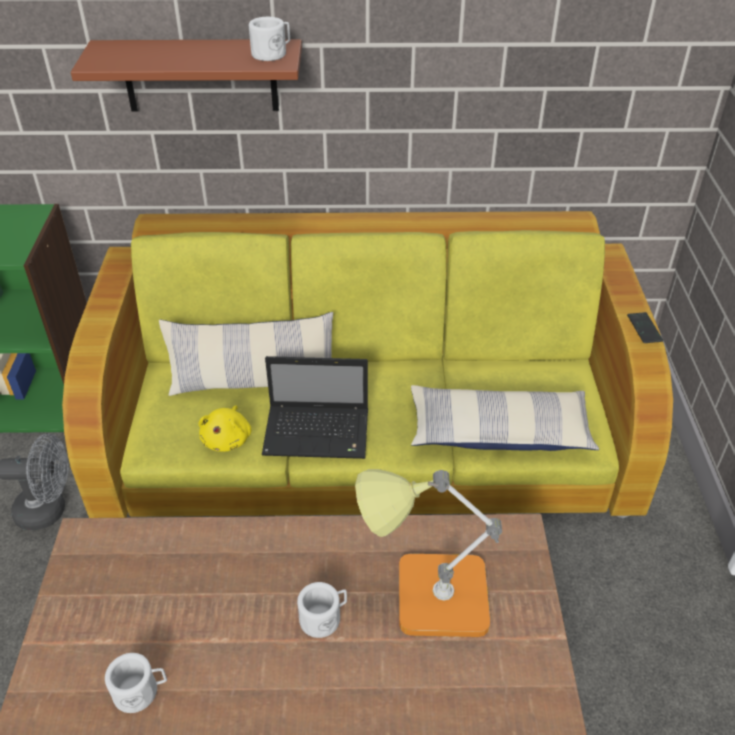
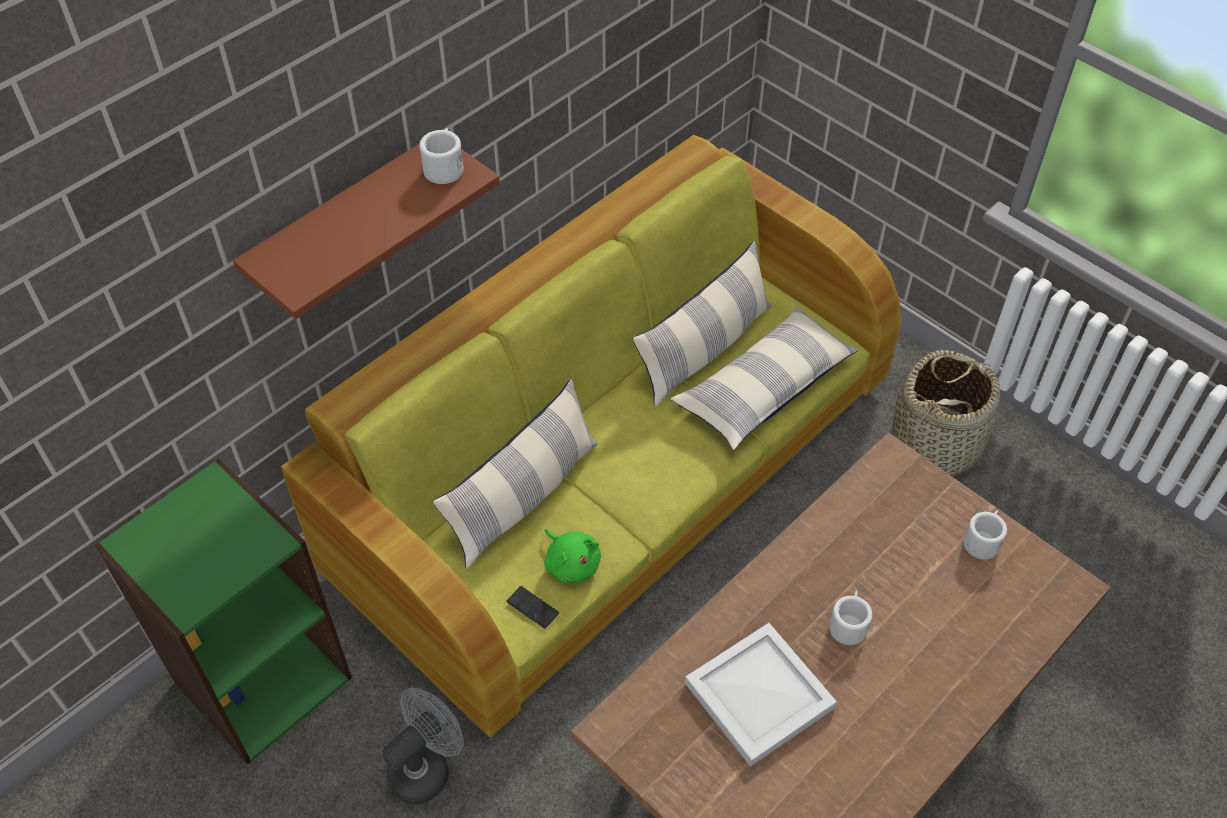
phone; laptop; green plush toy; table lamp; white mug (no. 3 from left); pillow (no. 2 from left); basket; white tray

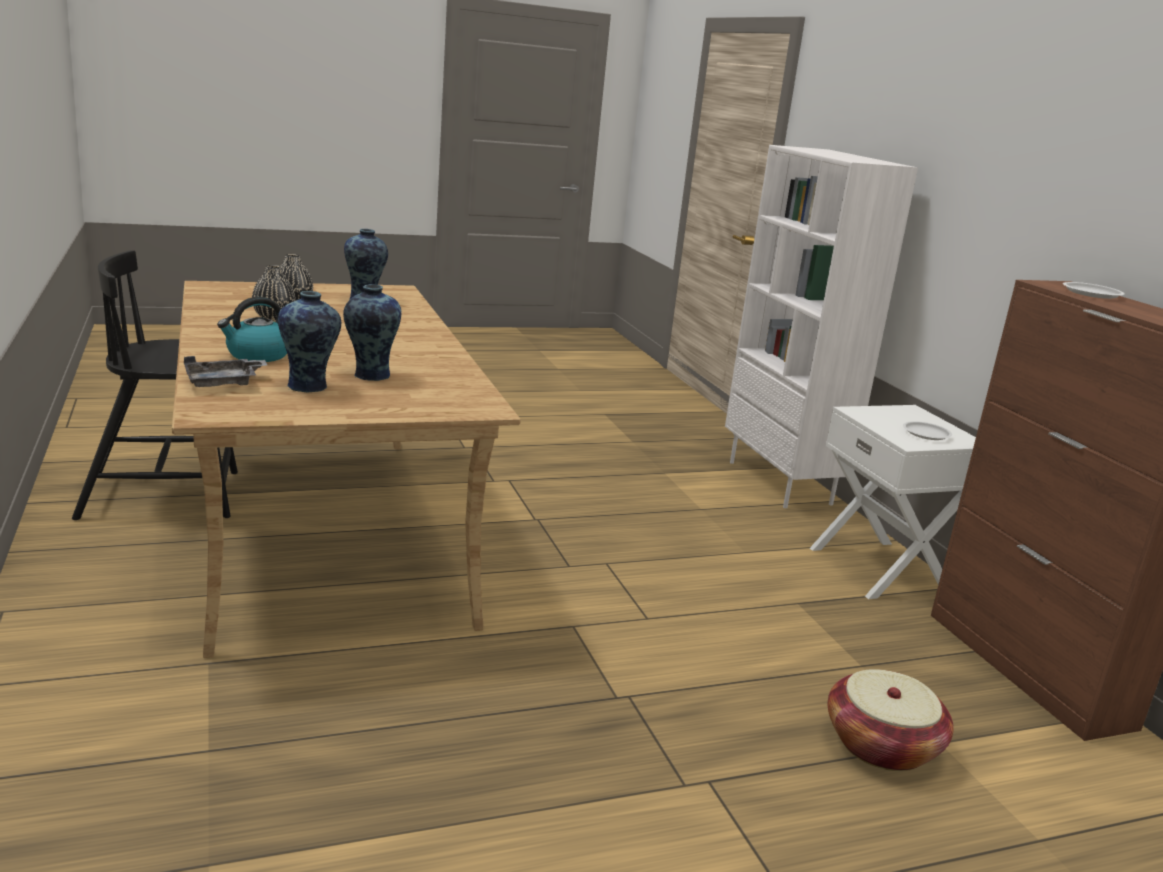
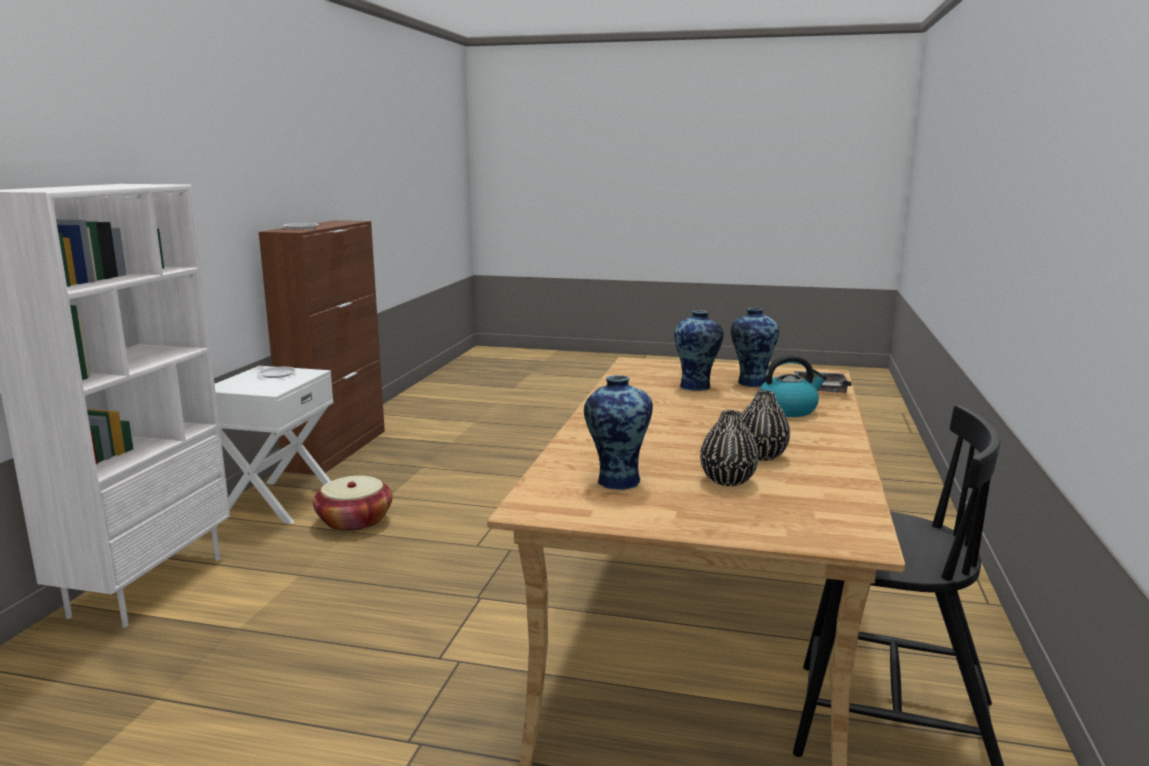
basket

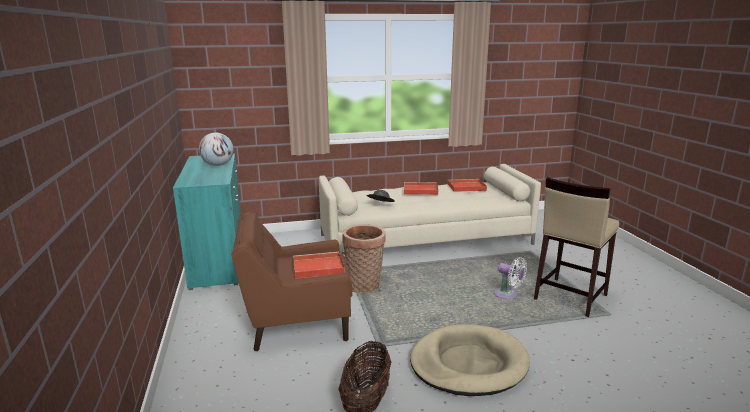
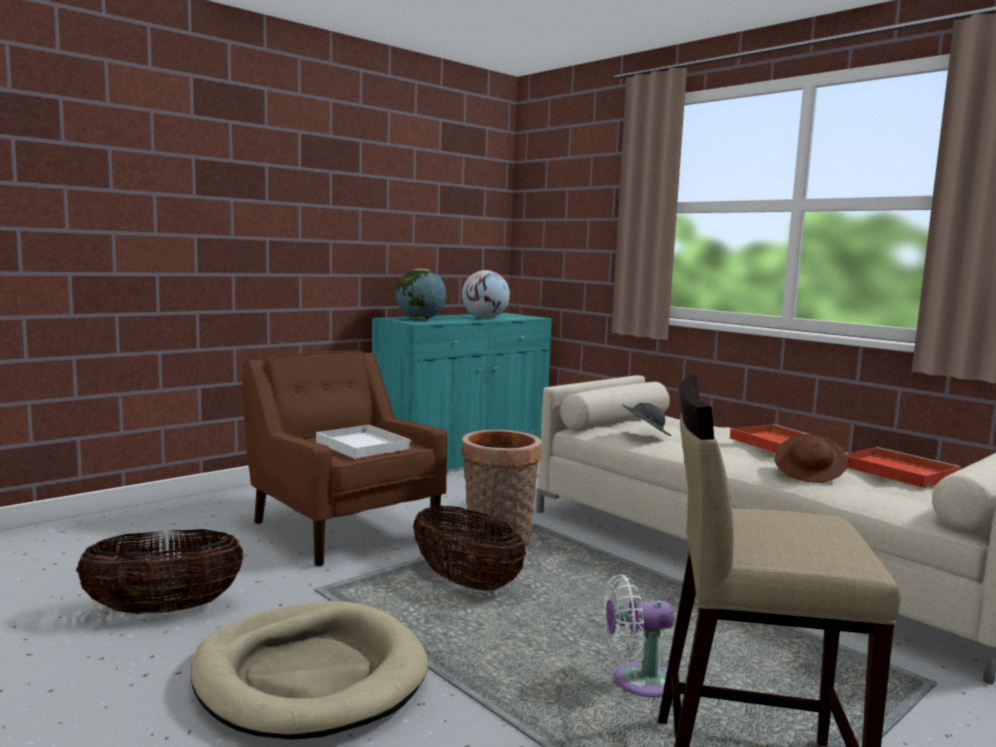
white tray; white fan; globe (no. 1 from left); brown hat; basket (no. 2 from left)

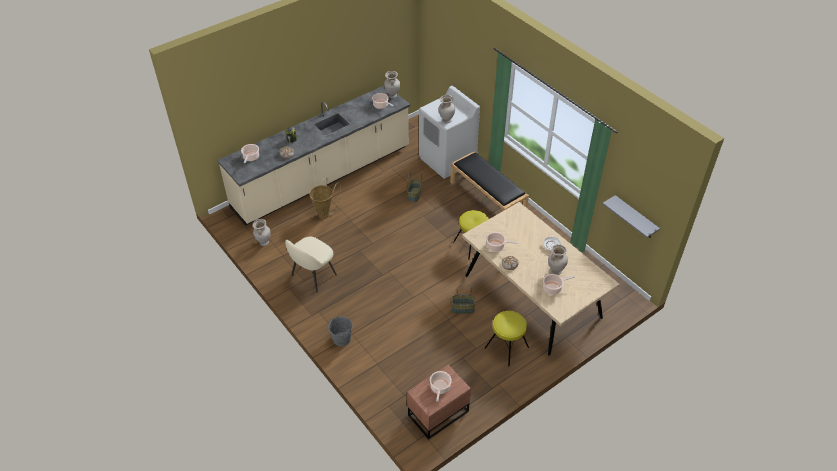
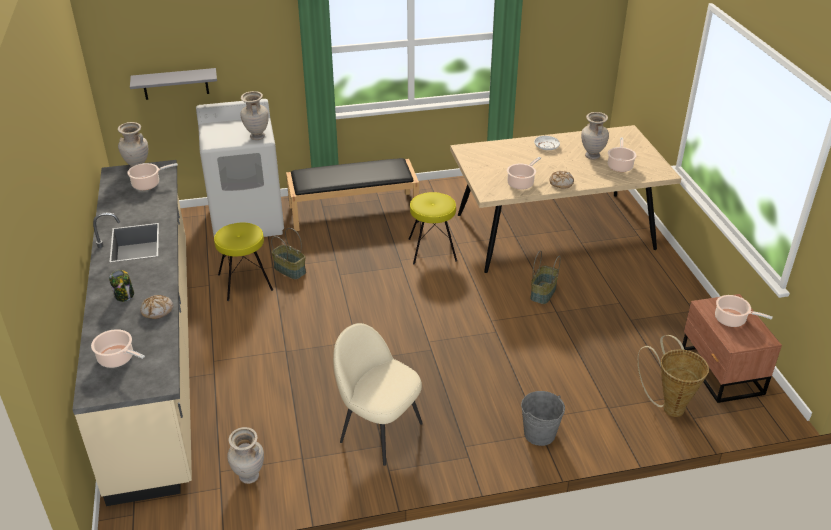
basket (no. 3 from left); grey shelf; beige chair; yellow stool (no. 1 from left)

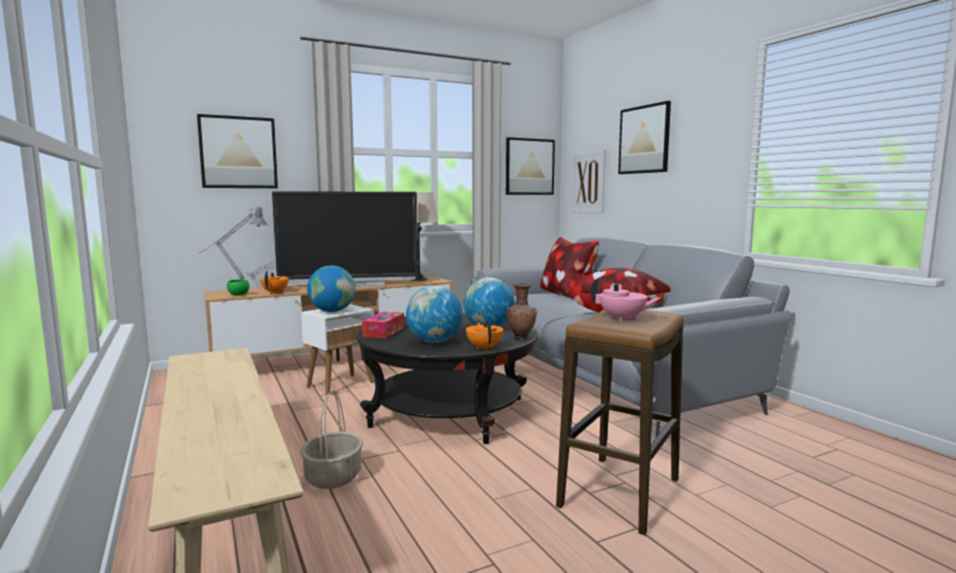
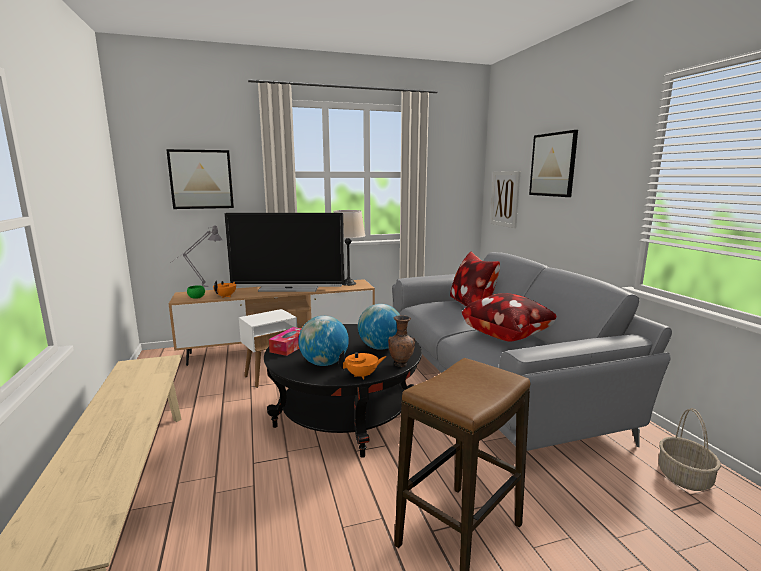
picture (no. 2 from left in the first image); globe (no. 1 from left in the first image); pink teapot; orange teapot (no. 2 from left); basket

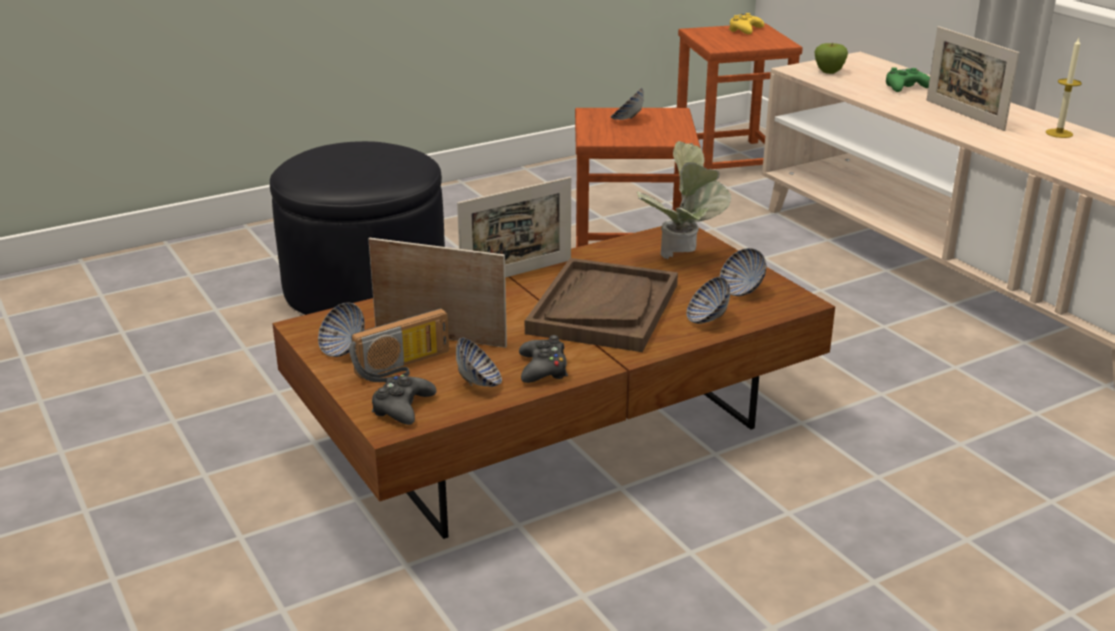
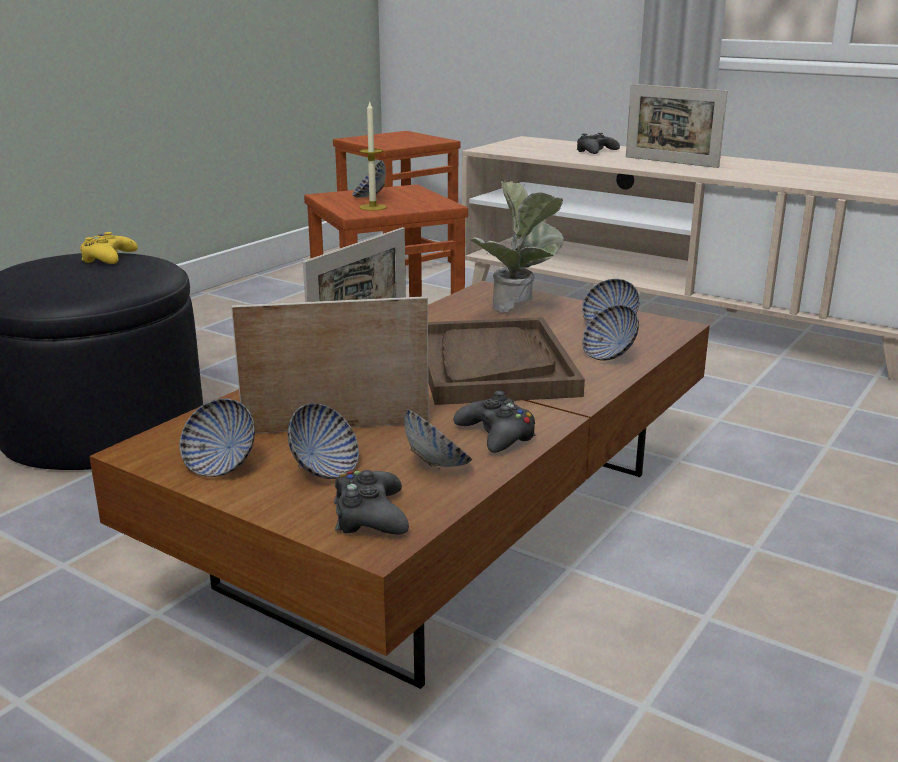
yellow game controller; candle; apple; black game controller (no. 3 from left); bowl (no. 2 from left)

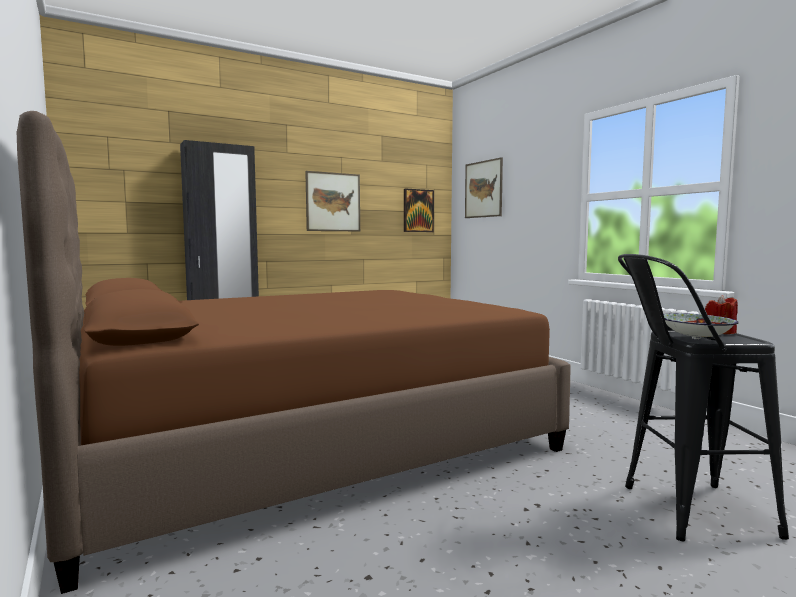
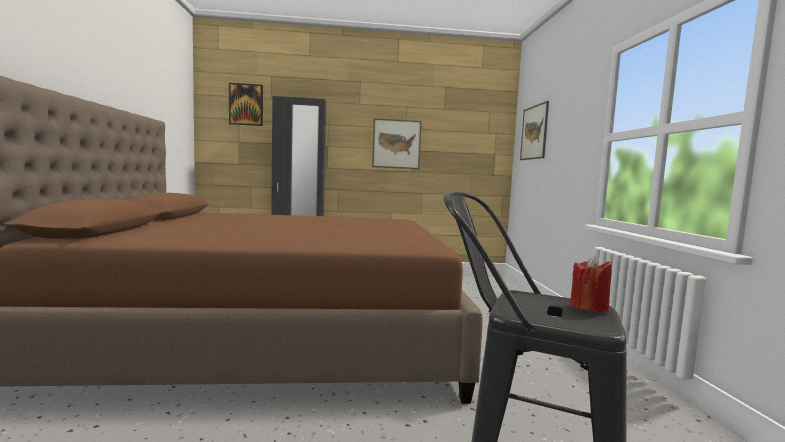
picture (no. 1 from left); bowl

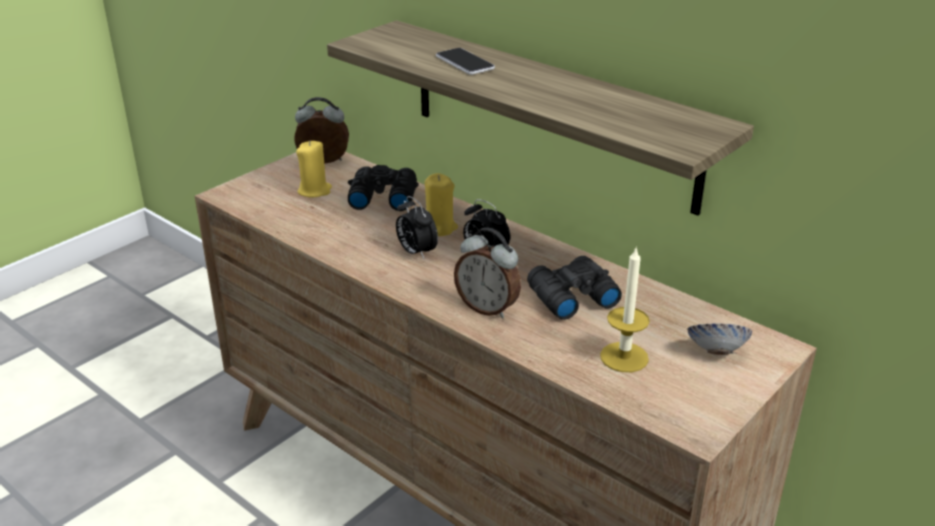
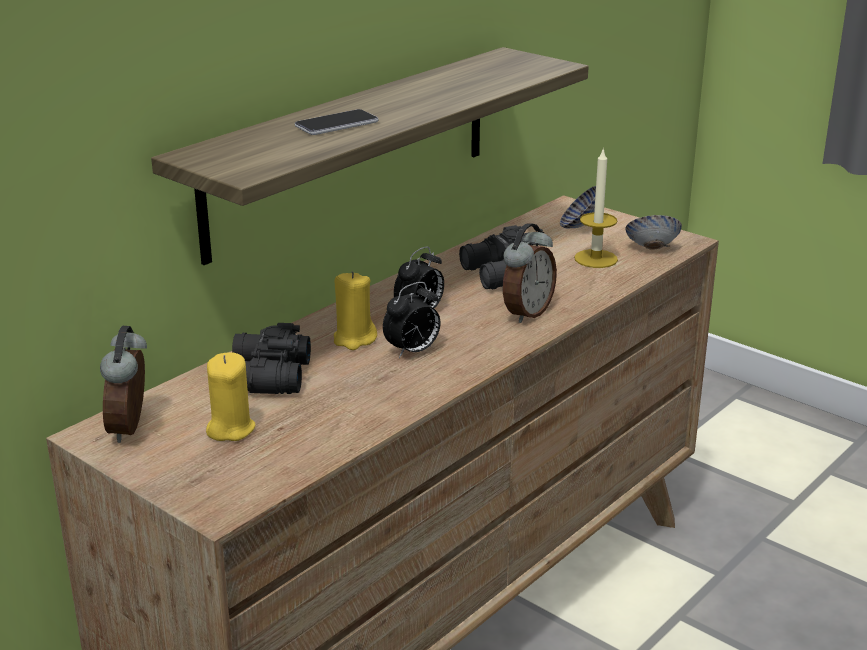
bowl (no. 2 from left)

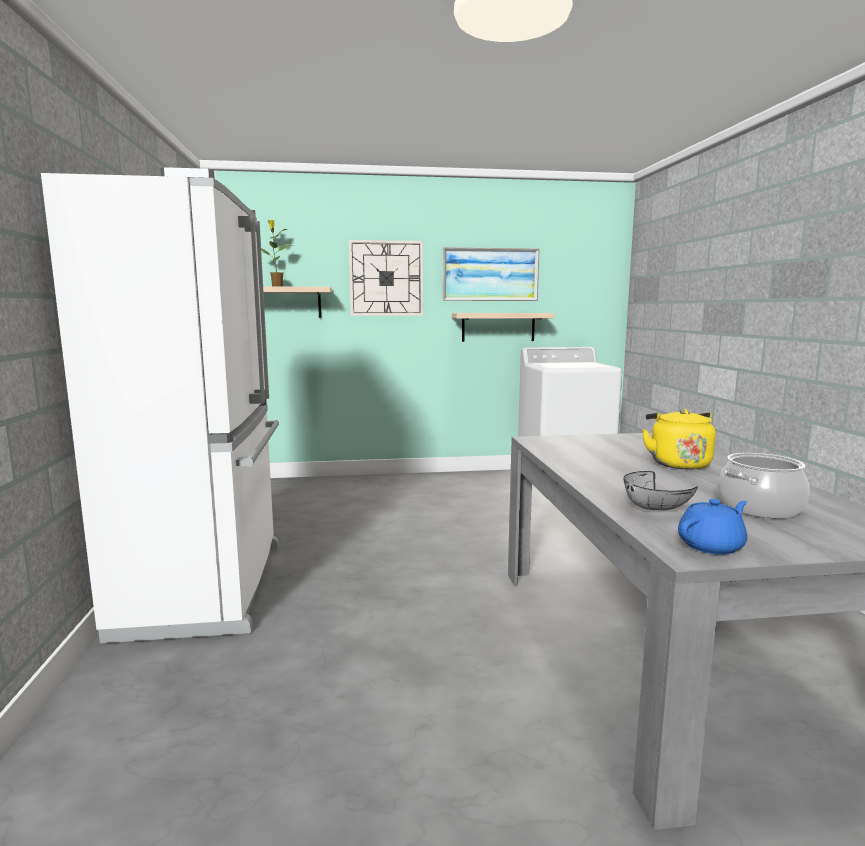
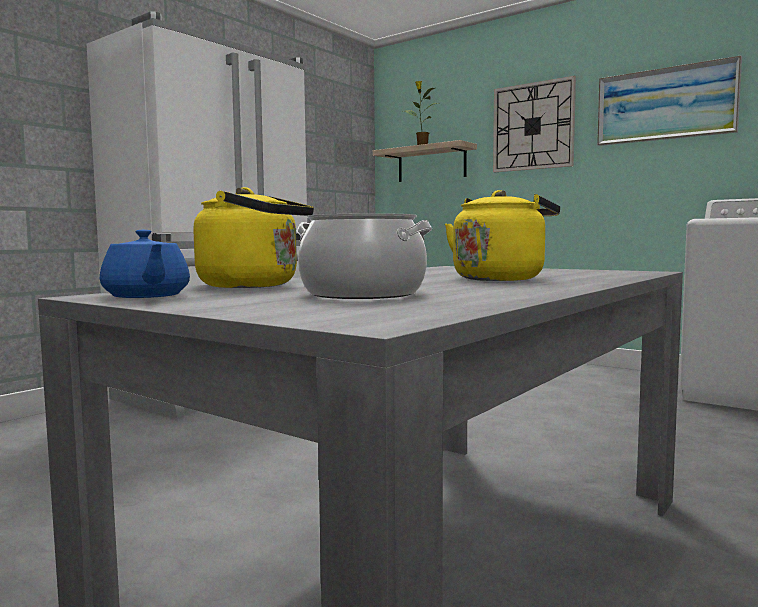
shelf (no. 2 from left in the first image); yellow kettle (no. 1 from left); blue teapot

